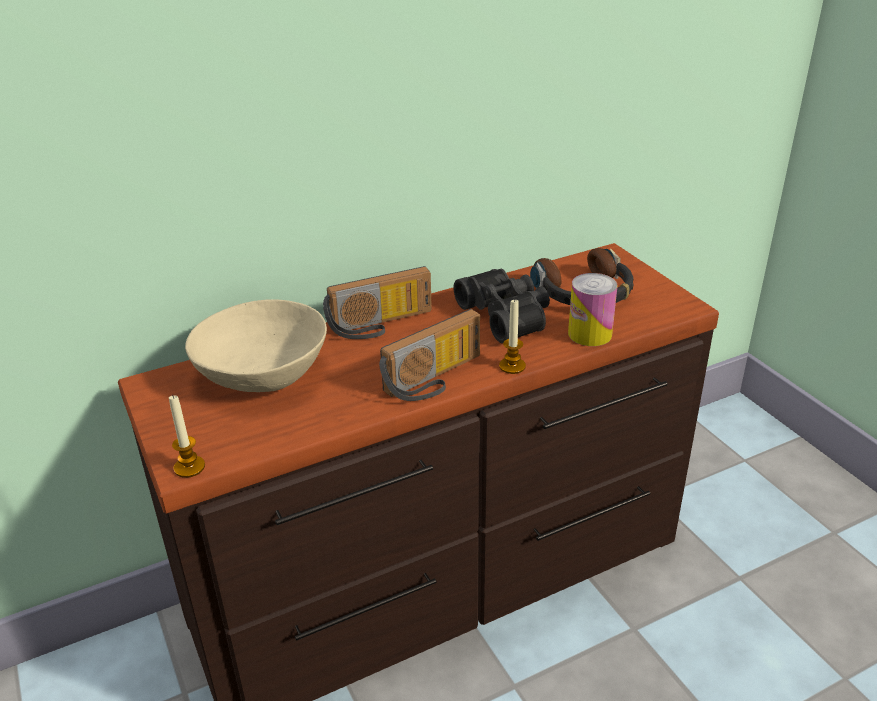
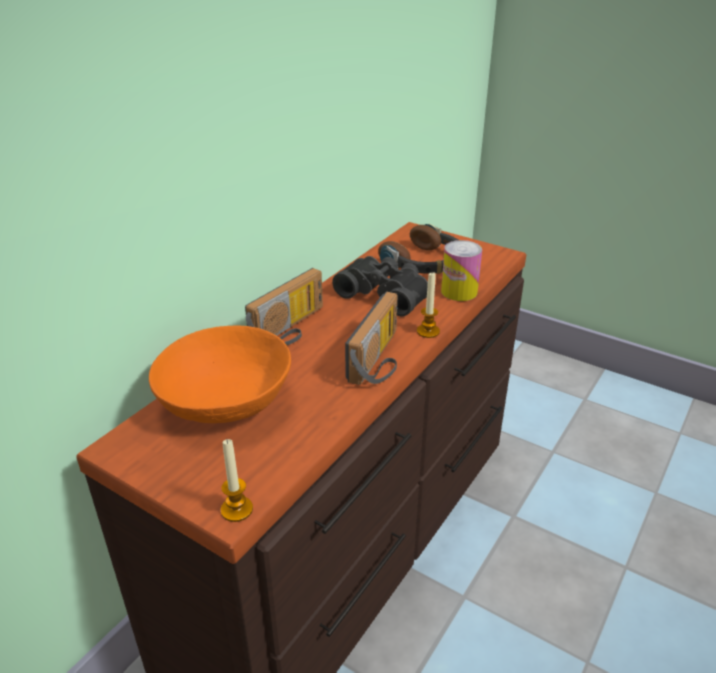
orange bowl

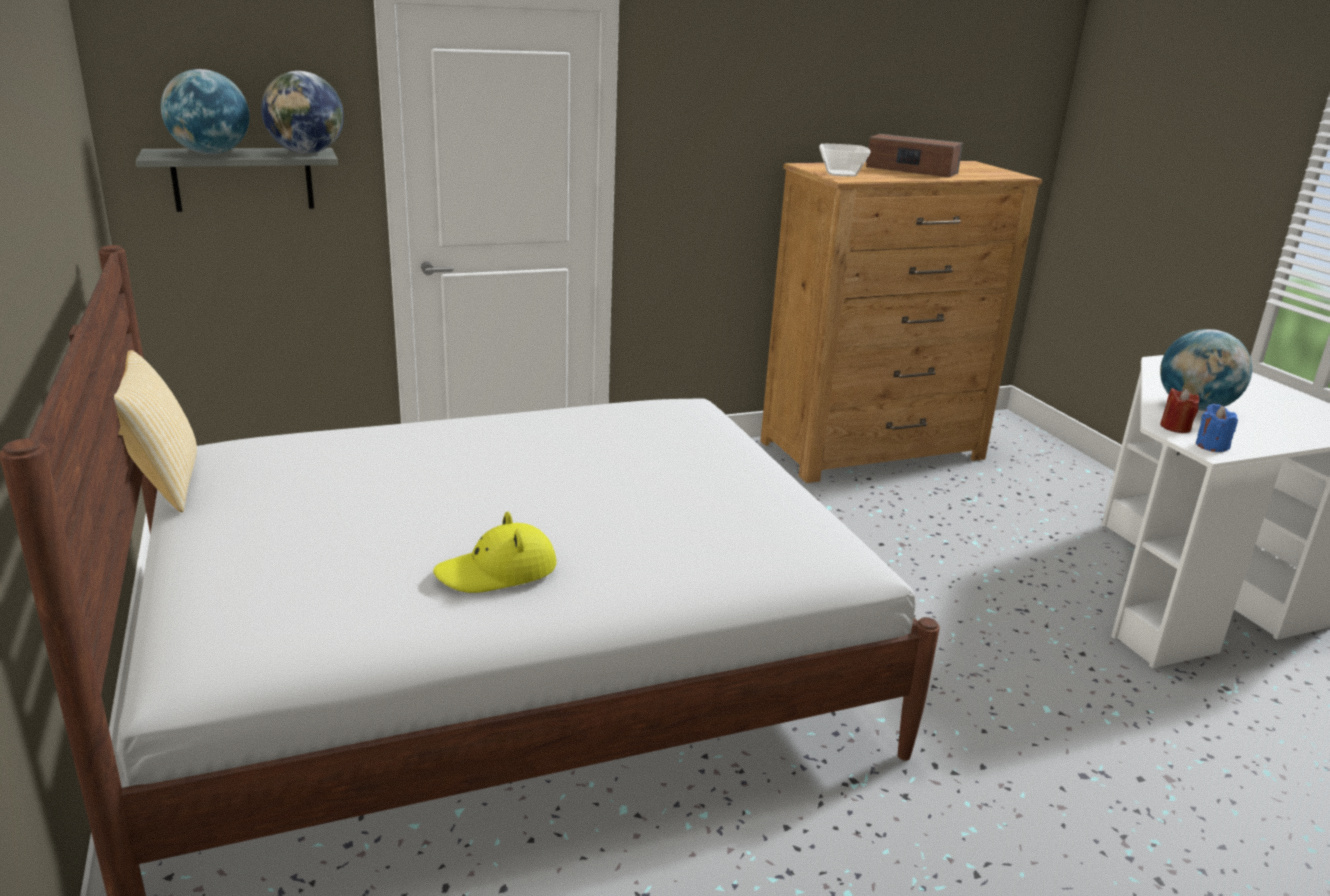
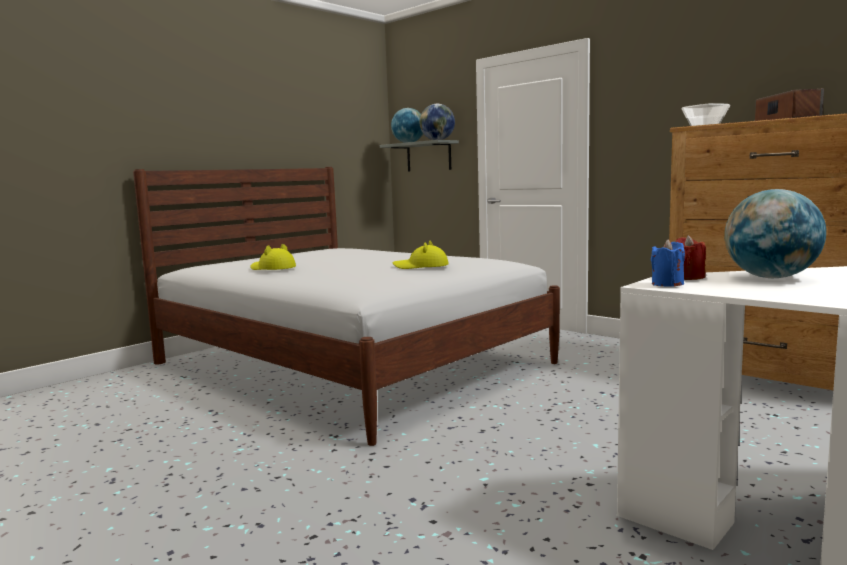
pillow; yellow hat (no. 2 from left)

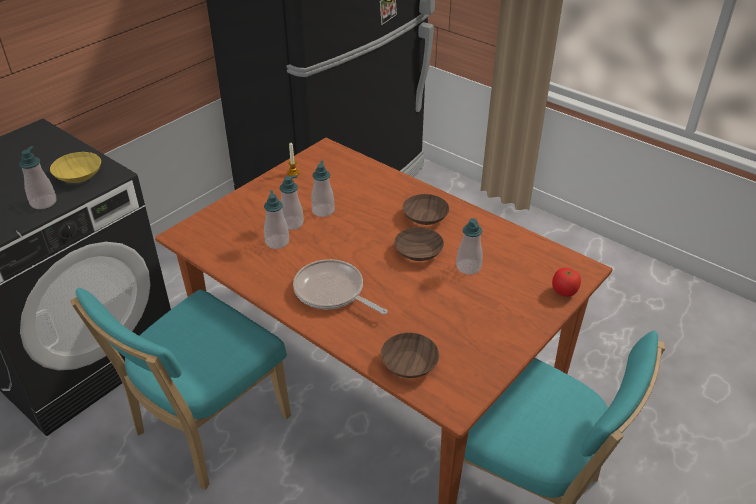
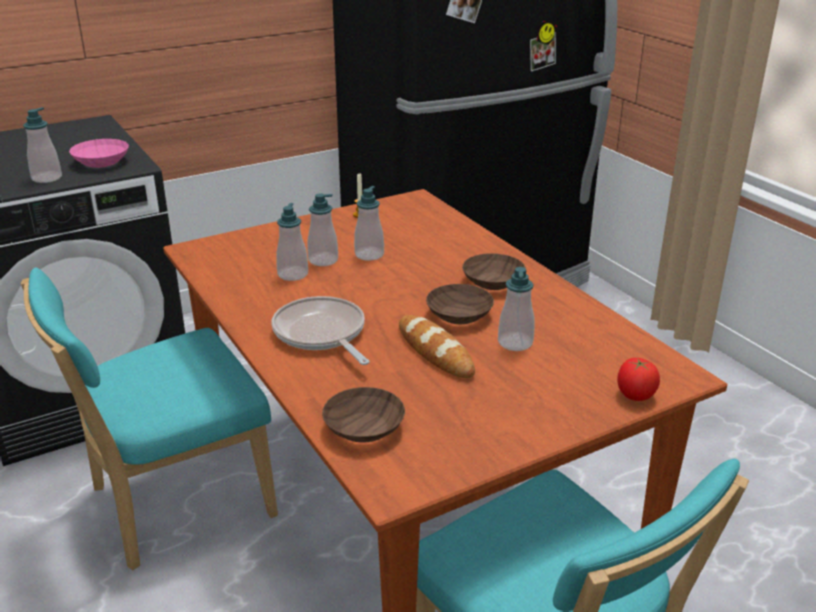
pink bowl; bread

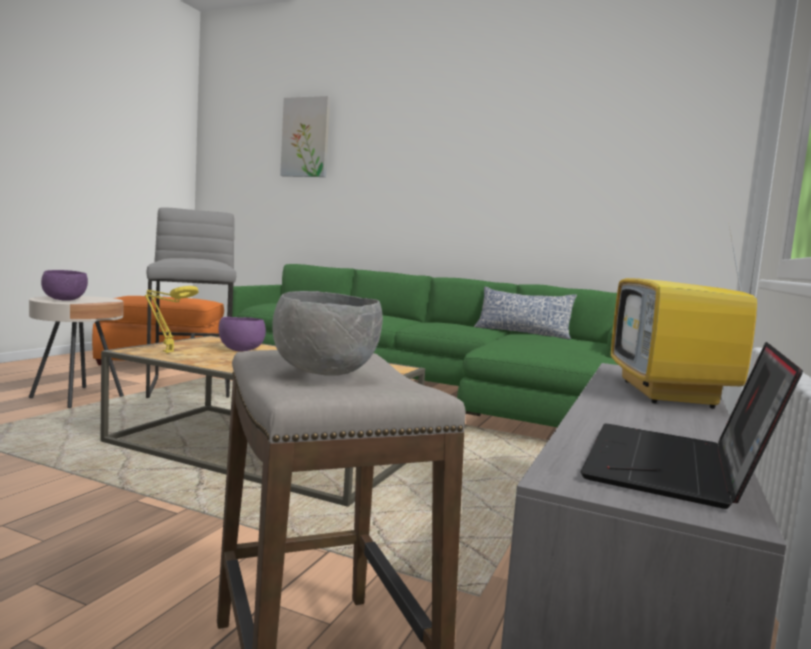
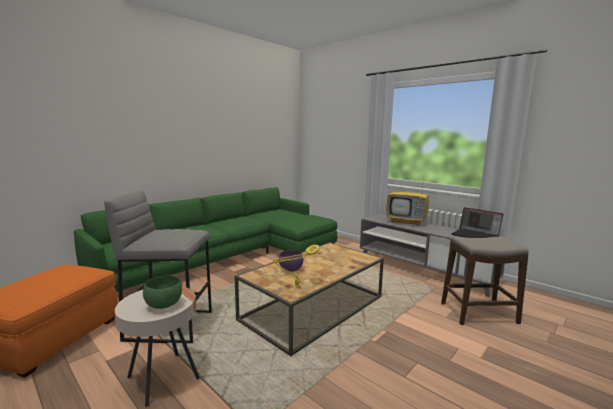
picture; green bowl; pillow; grey bowl

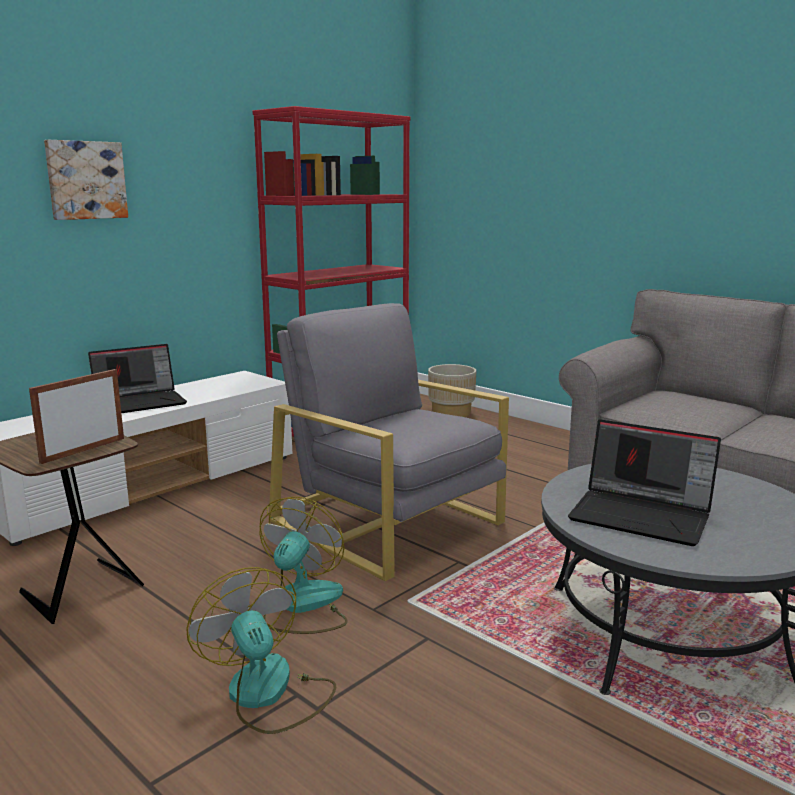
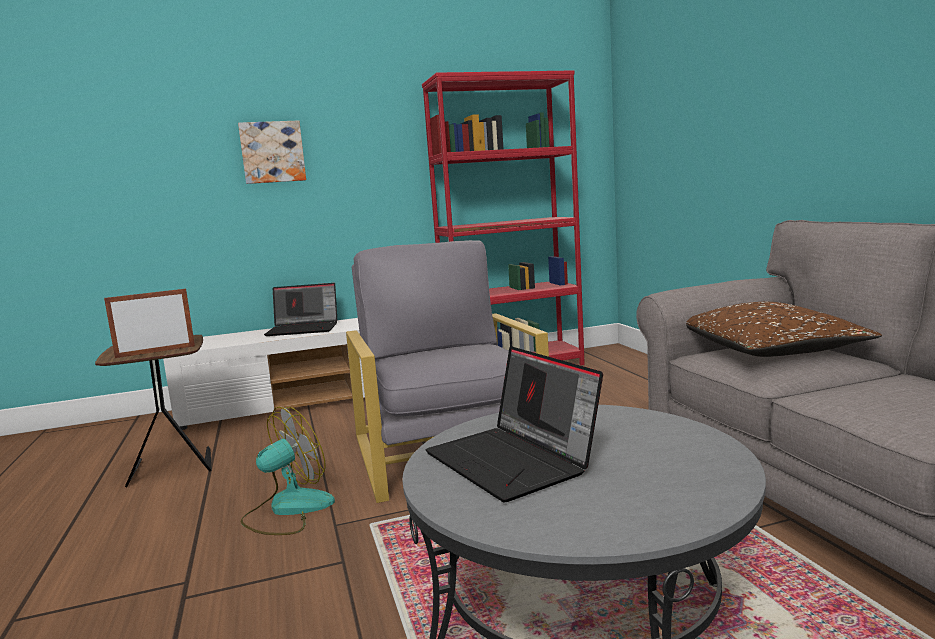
beige planter; fan (no. 1 from left in the first image); brown pillow

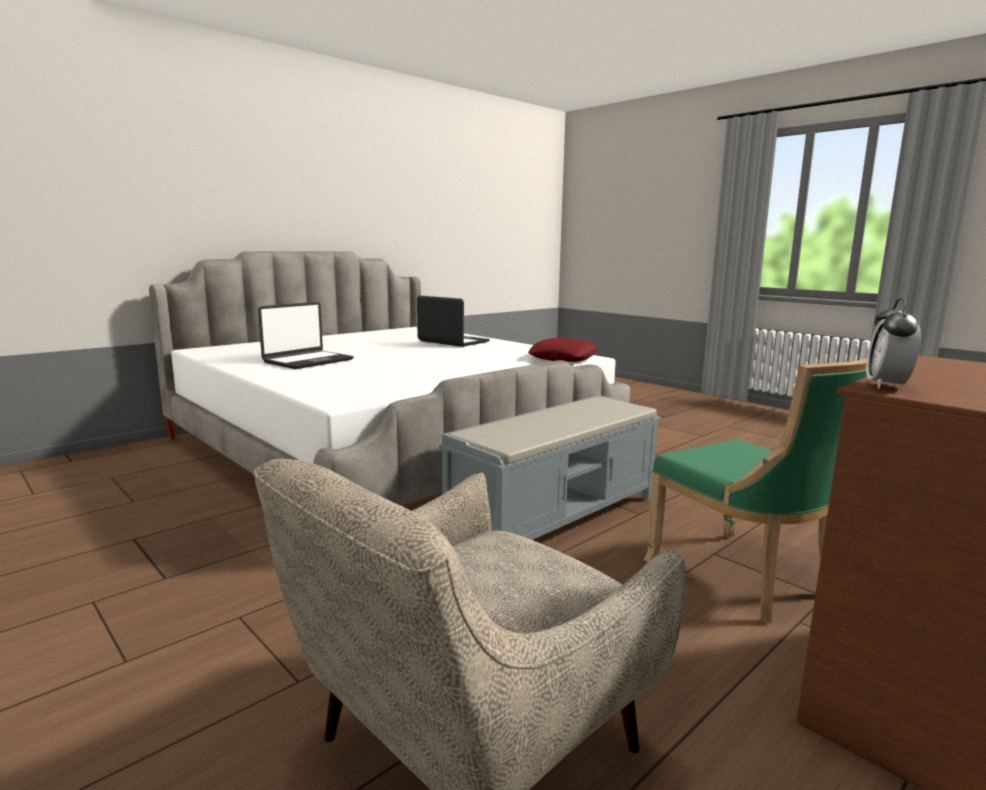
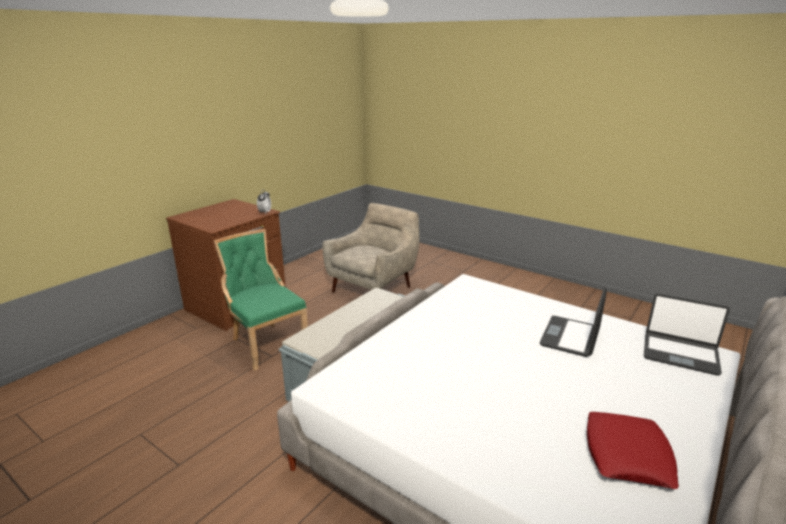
laptop (no. 2 from left); red pillow

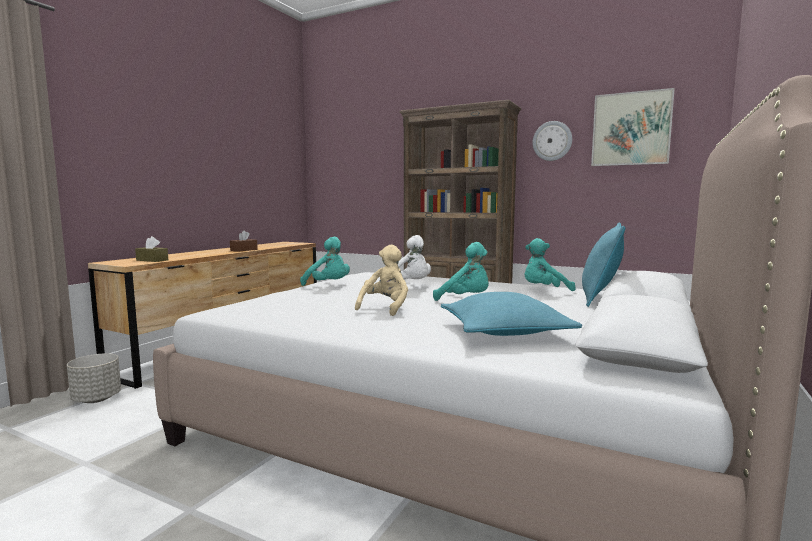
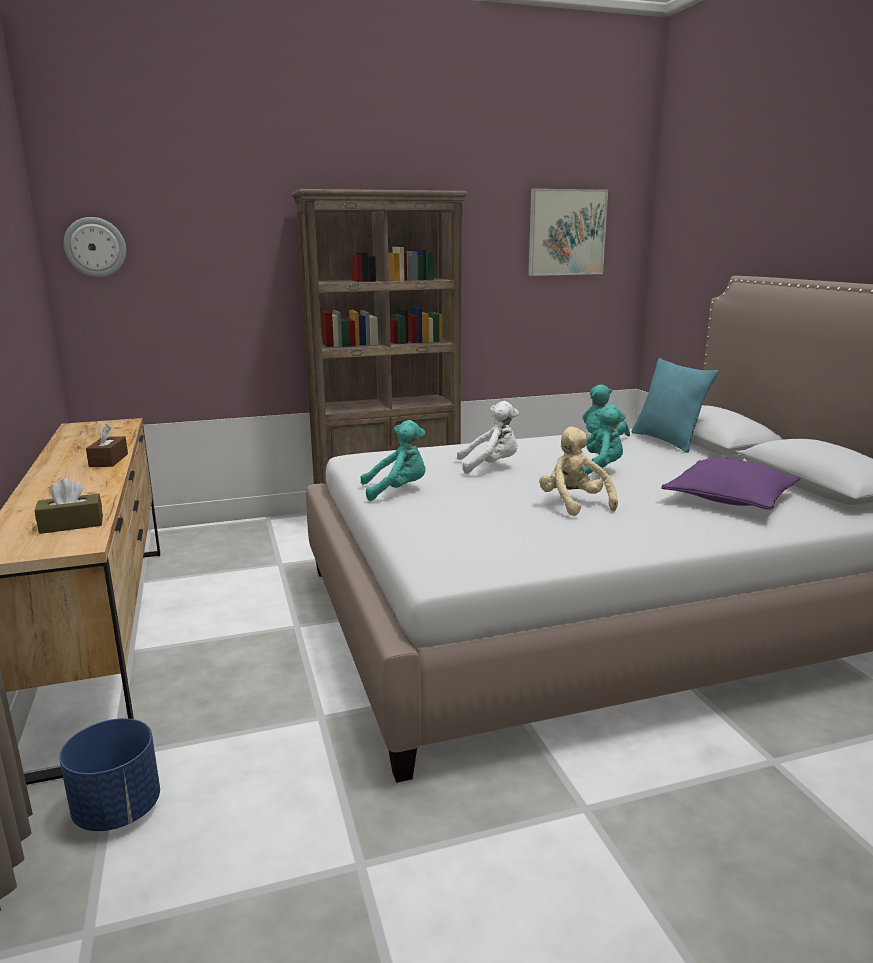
wall clock; purple pillow; blue planter

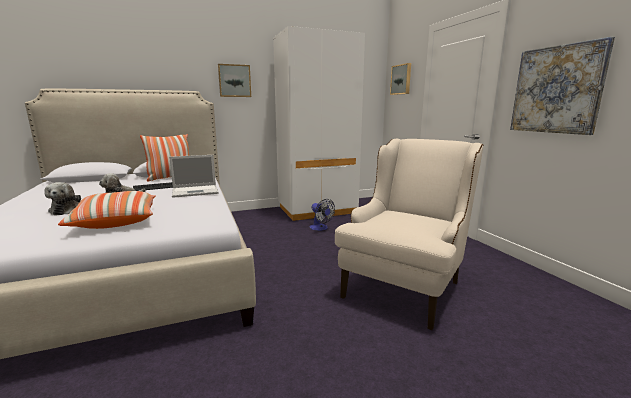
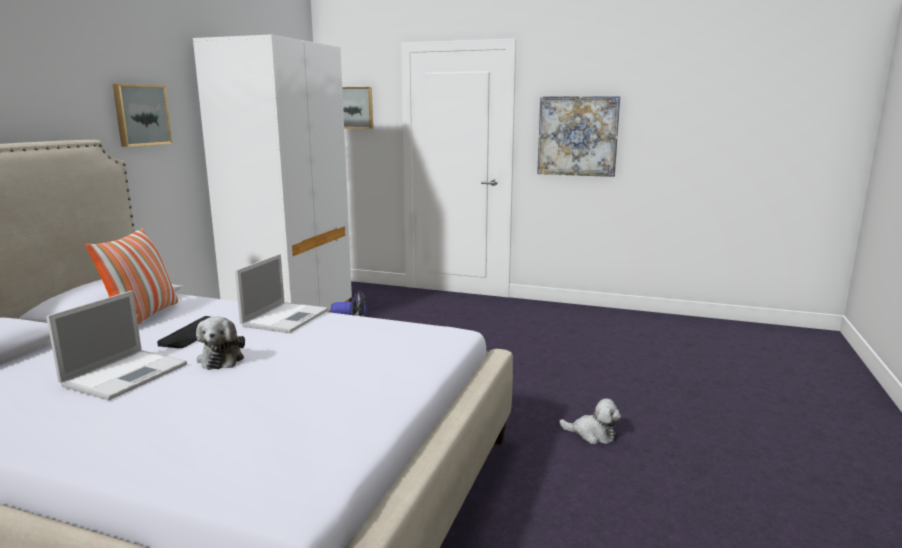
beige armchair; plush toy (no. 2 from left); pillow (no. 1 from left in the first image); laptop (no. 1 from left)

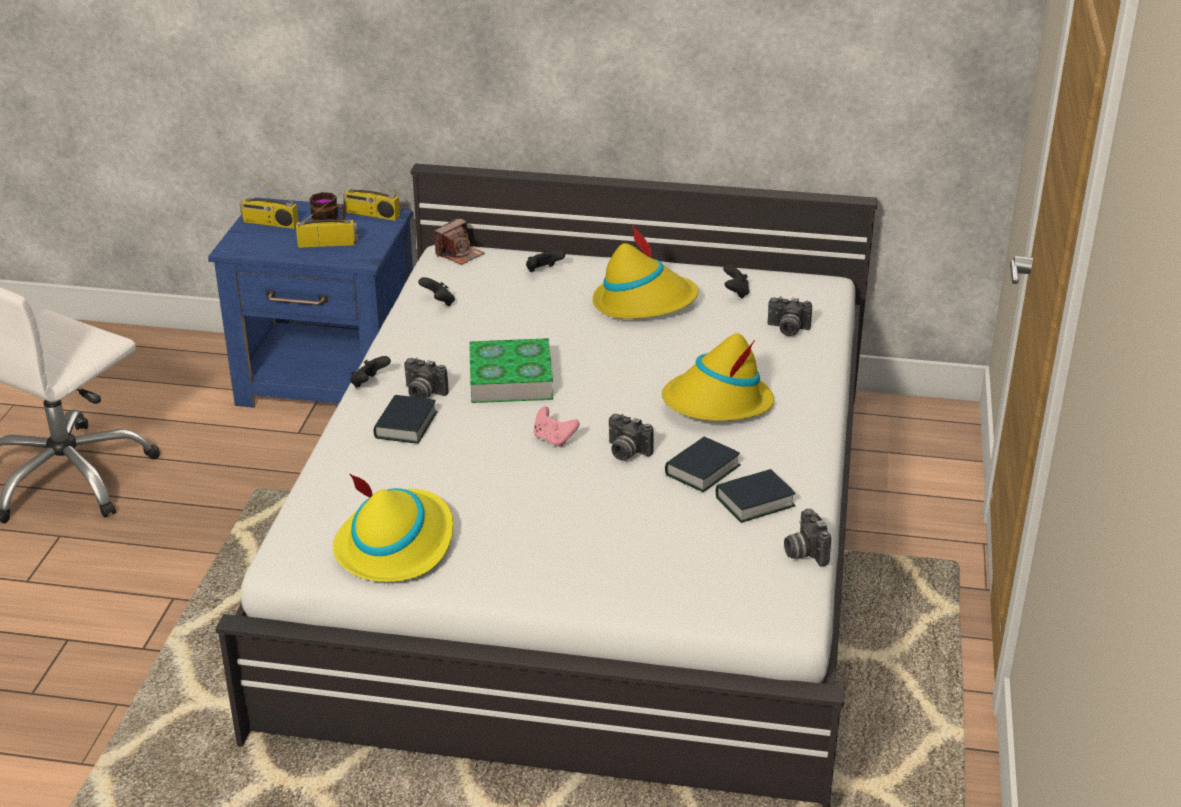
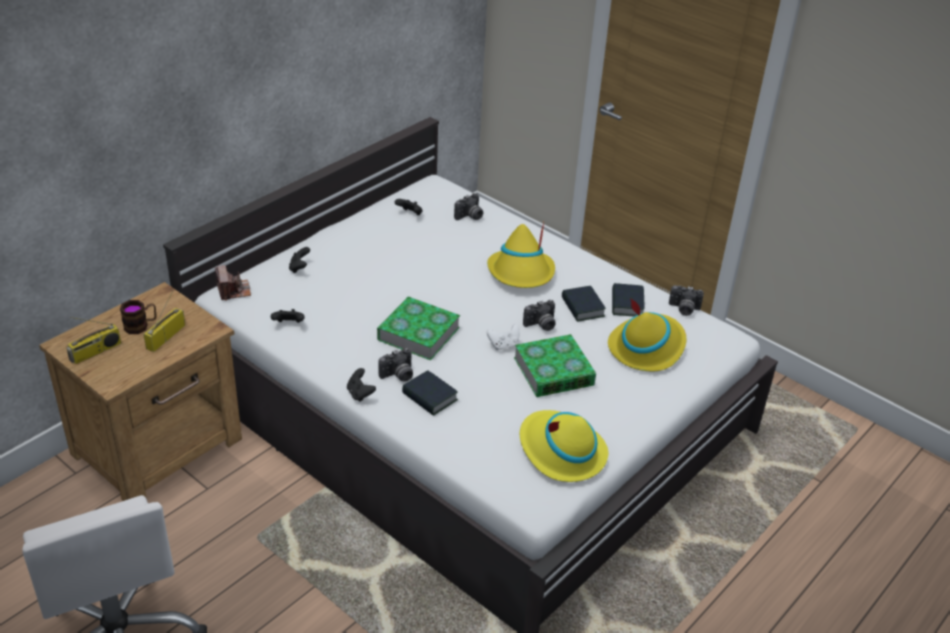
radio (no. 3 from left in the first image); brown nightstand; yellow hat (no. 3 from left); white game controller; book (no. 3 from left)

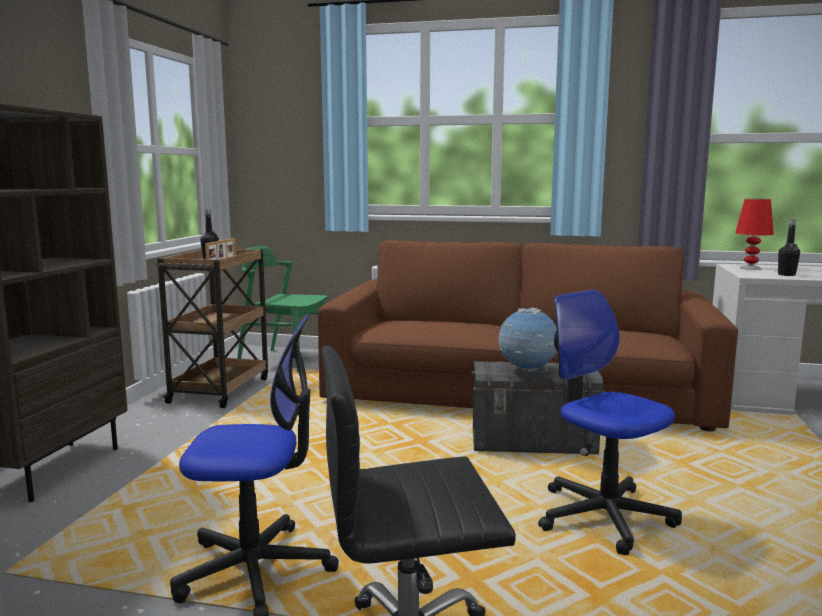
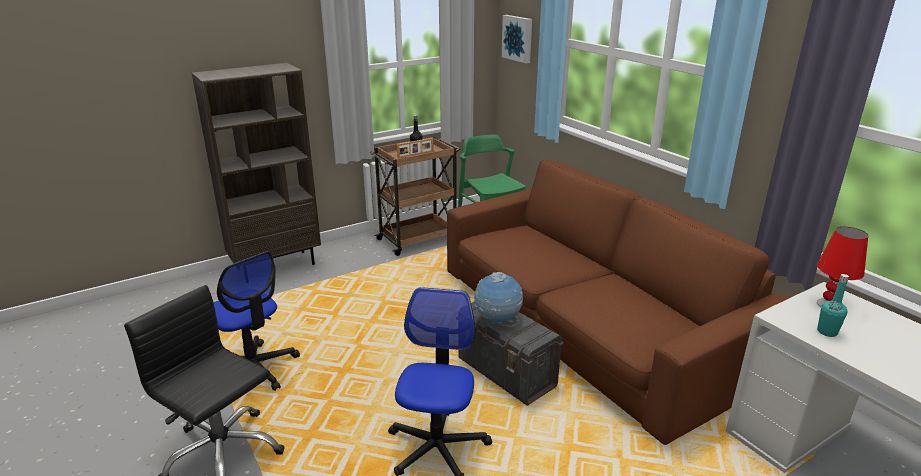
turquoise bottle; picture

